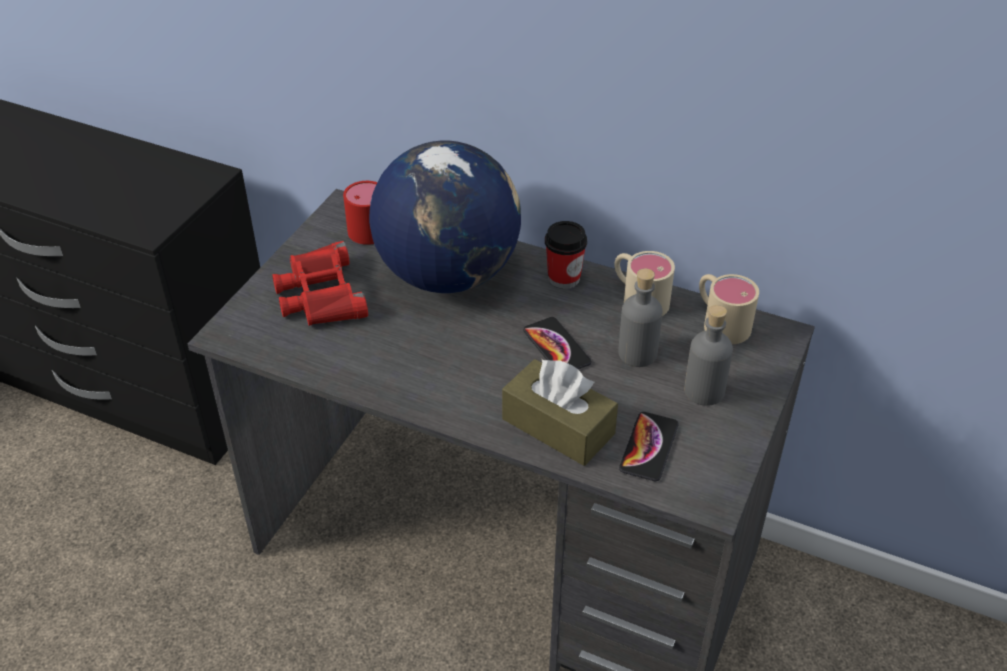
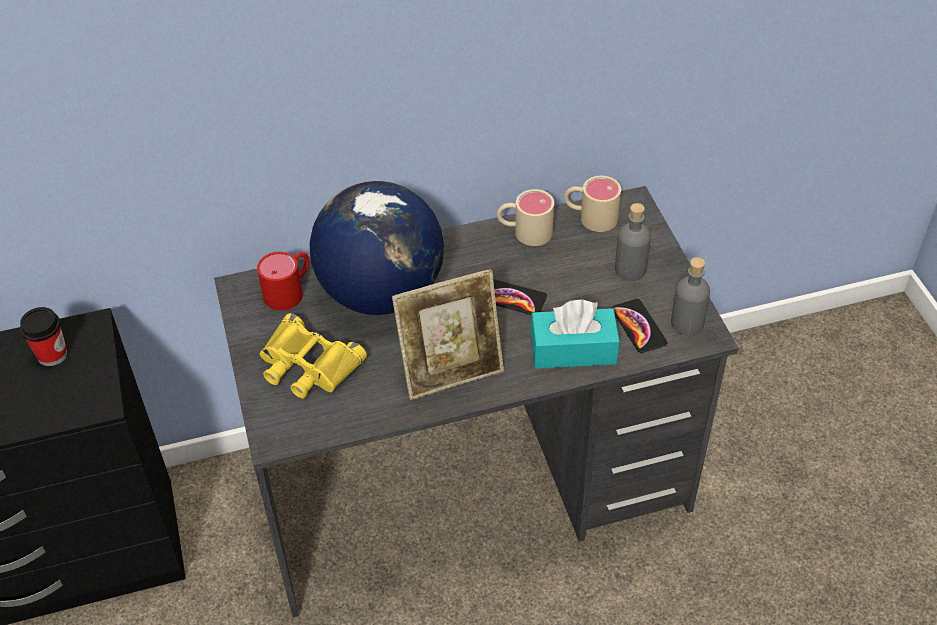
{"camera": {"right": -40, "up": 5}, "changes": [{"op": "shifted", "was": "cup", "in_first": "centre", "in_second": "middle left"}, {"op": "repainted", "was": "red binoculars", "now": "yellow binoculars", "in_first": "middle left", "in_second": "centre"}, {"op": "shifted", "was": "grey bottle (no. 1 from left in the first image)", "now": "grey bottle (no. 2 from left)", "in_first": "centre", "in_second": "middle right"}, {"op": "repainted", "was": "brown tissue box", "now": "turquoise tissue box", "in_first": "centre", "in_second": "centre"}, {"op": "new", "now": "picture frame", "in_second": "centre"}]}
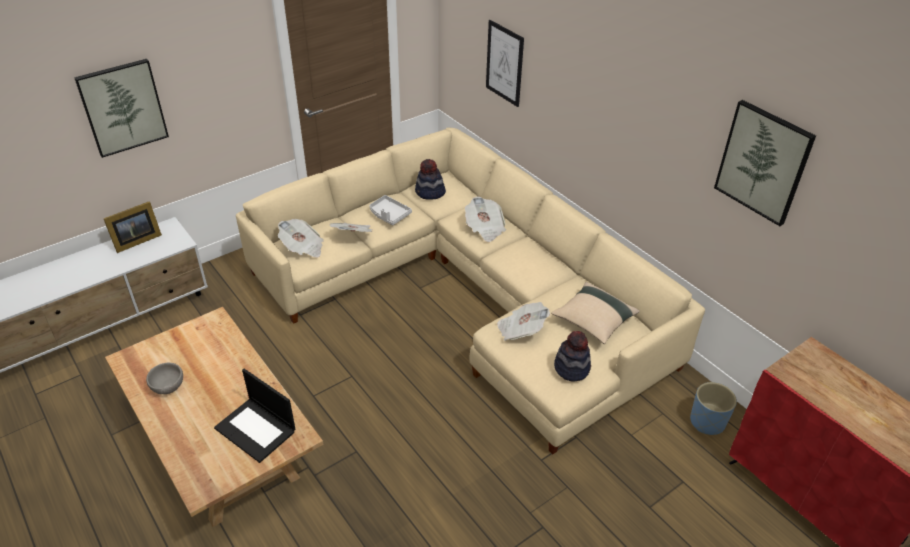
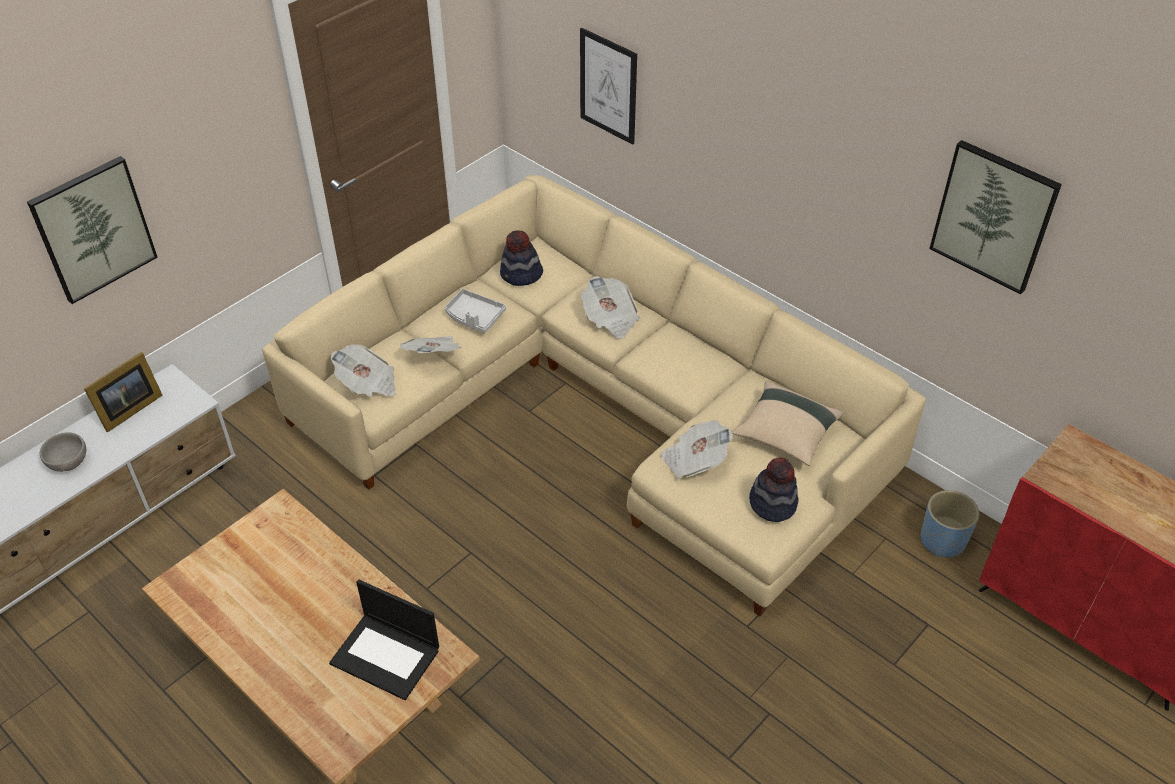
{"camera": {"right": -10, "up": 5}, "changes": [{"op": "shifted", "was": "grey bowl", "in_first": "bottom left", "in_second": "middle left"}]}
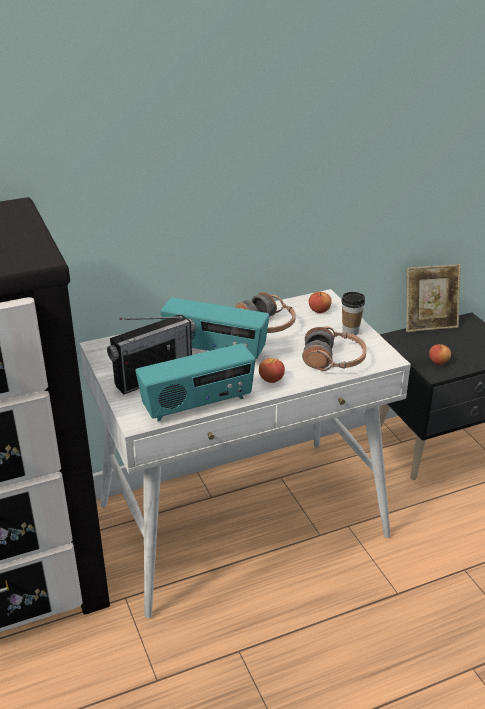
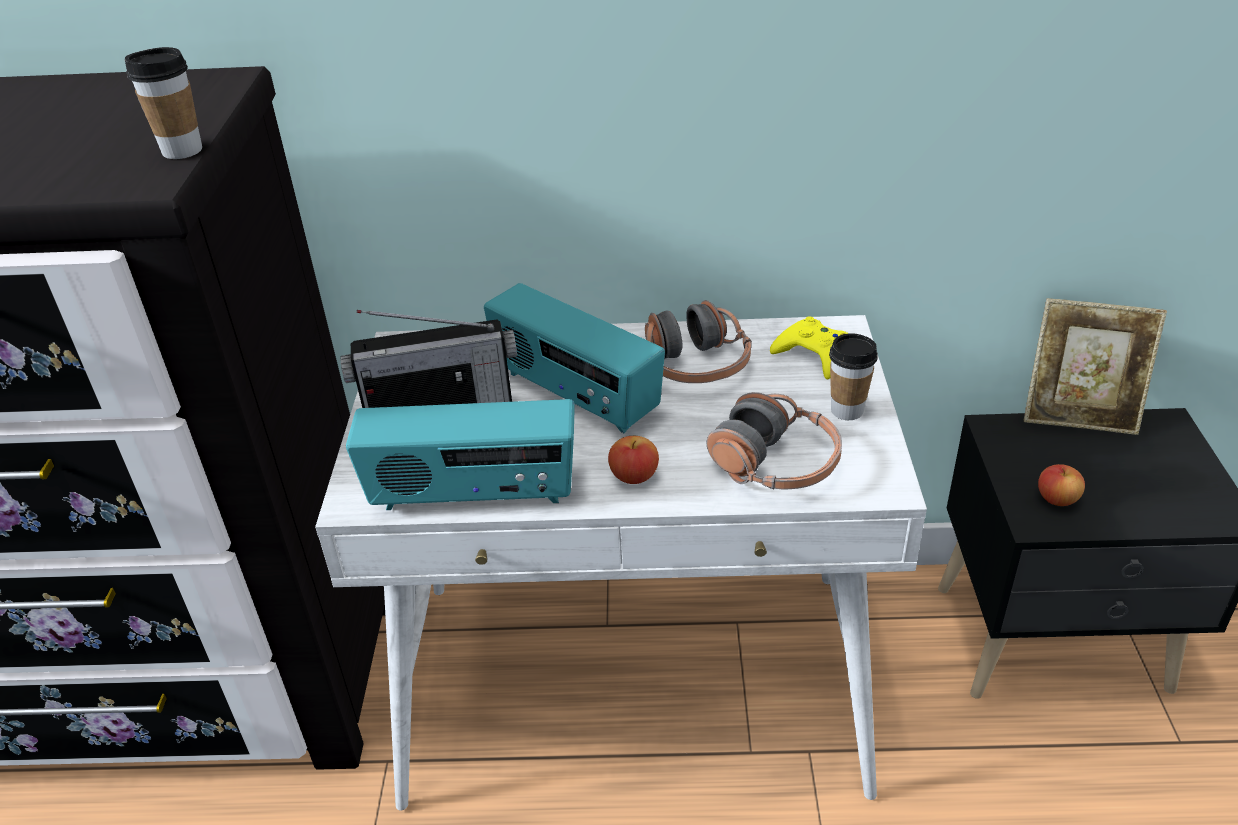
{"camera": {"right": 25, "up": 5}, "changes": [{"op": "swapped", "was": "apple (no. 2 from left)", "now": "yellow game controller", "in_first": "centre", "in_second": "centre"}, {"op": "new", "now": "cup (no. 1 from left)", "in_second": "top left"}]}
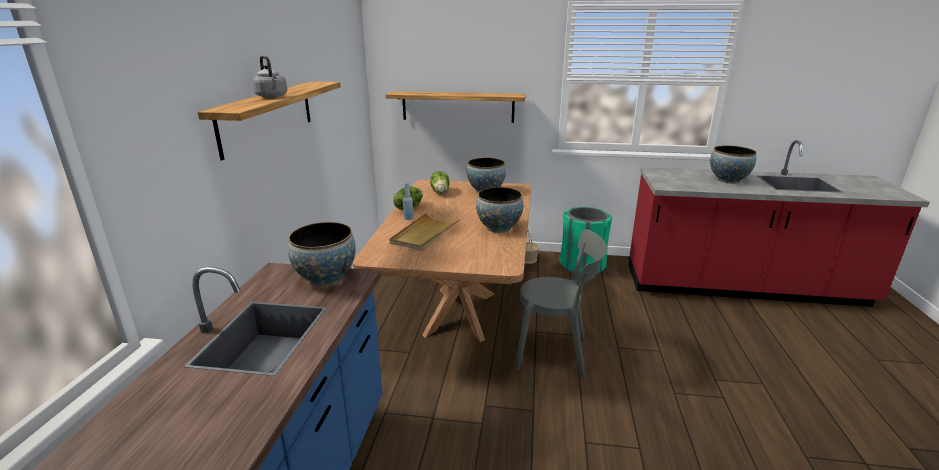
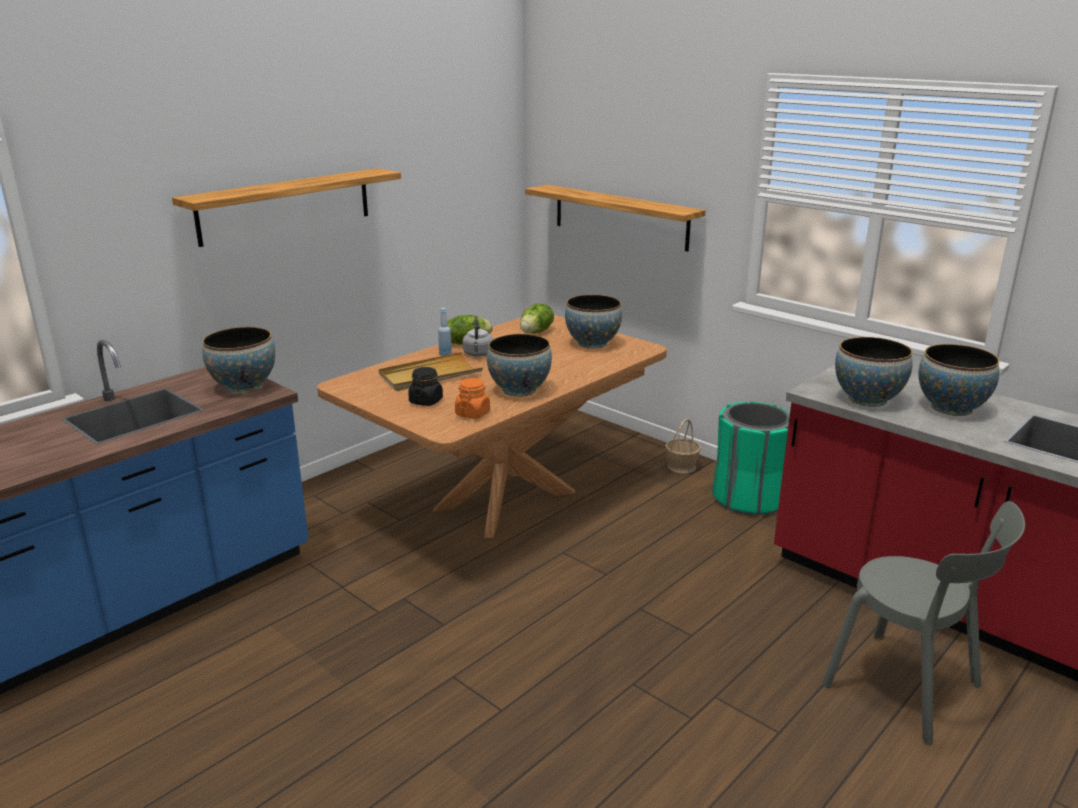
{"camera": {"right": 35, "up": 0}, "changes": [{"op": "shifted", "was": "grey kettle", "in_first": "top left", "in_second": "centre"}, {"op": "shifted", "was": "grey chair", "in_first": "centre", "in_second": "bottom right"}, {"op": "new", "now": "bowl (no. 4 from left)", "in_second": "middle right"}, {"op": "new", "now": "black jar", "in_second": "centre"}, {"op": "new", "now": "orange jar", "in_second": "centre"}]}
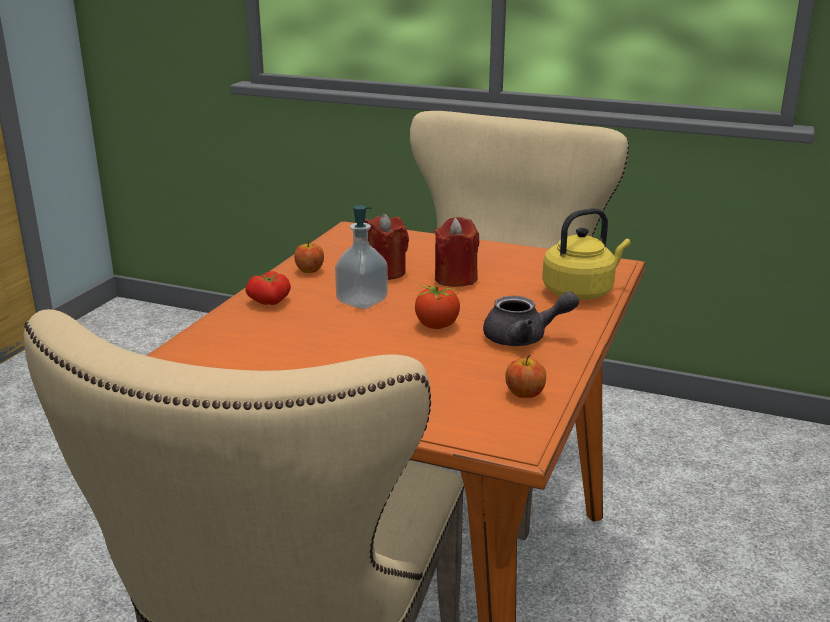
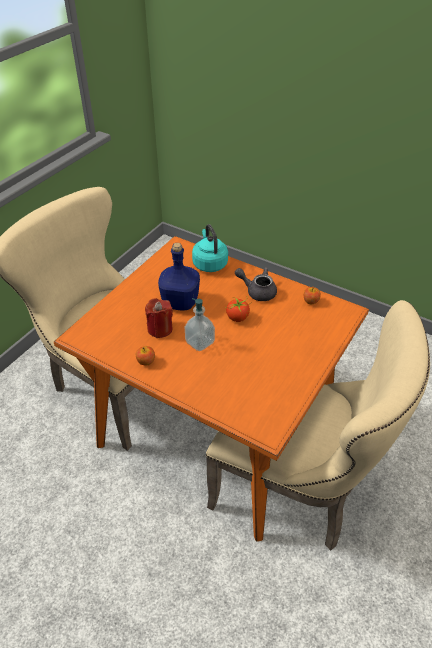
{"camera": {"right": -80, "up": 20}, "changes": [{"op": "repainted", "was": "yellow kettle", "now": "turquoise kettle", "in_first": "middle right", "in_second": "centre"}, {"op": "swapped", "was": "red candle (no. 2 from left)", "now": "blue bottle", "in_first": "centre", "in_second": "centre"}, {"op": "gone", "was": "tomato (no. 1 from left)", "in_first": "middle left"}, {"op": "rotated", "was": "grey teapot", "in_first": "centre", "in_second": "centre", "clockwise": -75}]}
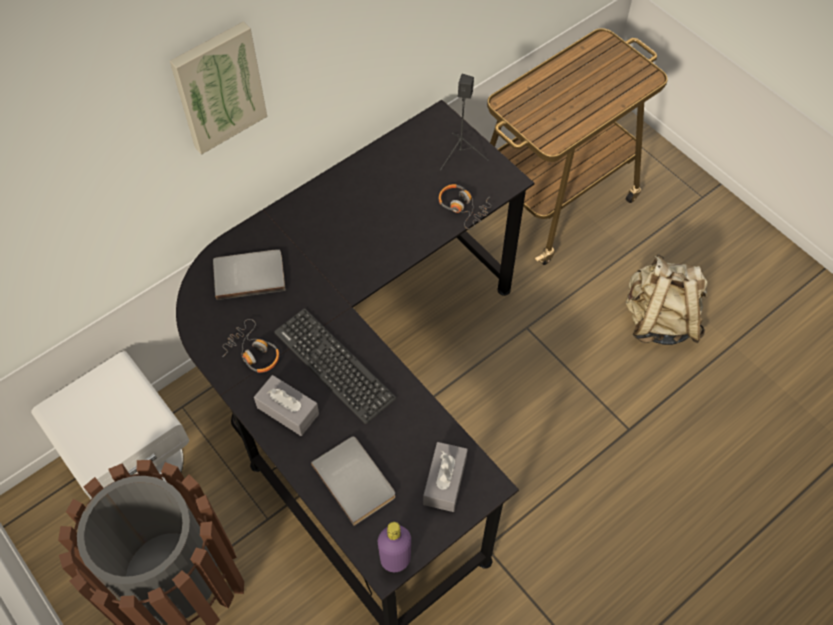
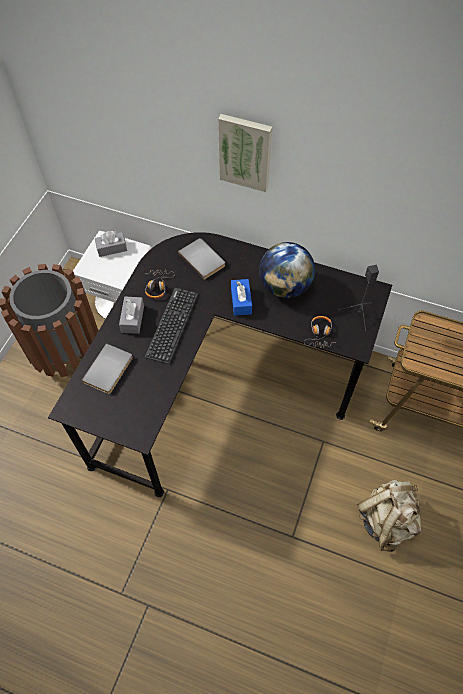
{"camera": {"right": 60, "up": 0}, "changes": [{"op": "shifted", "was": "grey tissue box (no. 2 from left in the first image)", "now": "grey tissue box (no. 1 from left)", "in_first": "bottom centre", "in_second": "middle left"}, {"op": "gone", "was": "purple bottle", "in_first": "bottom centre"}, {"op": "new", "now": "globe", "in_second": "centre"}, {"op": "new", "now": "blue tissue box", "in_second": "centre"}]}
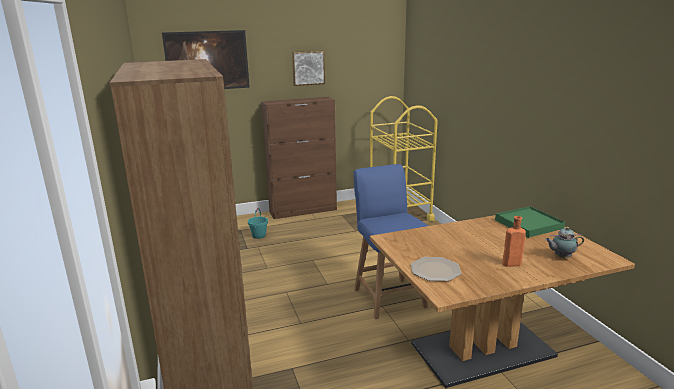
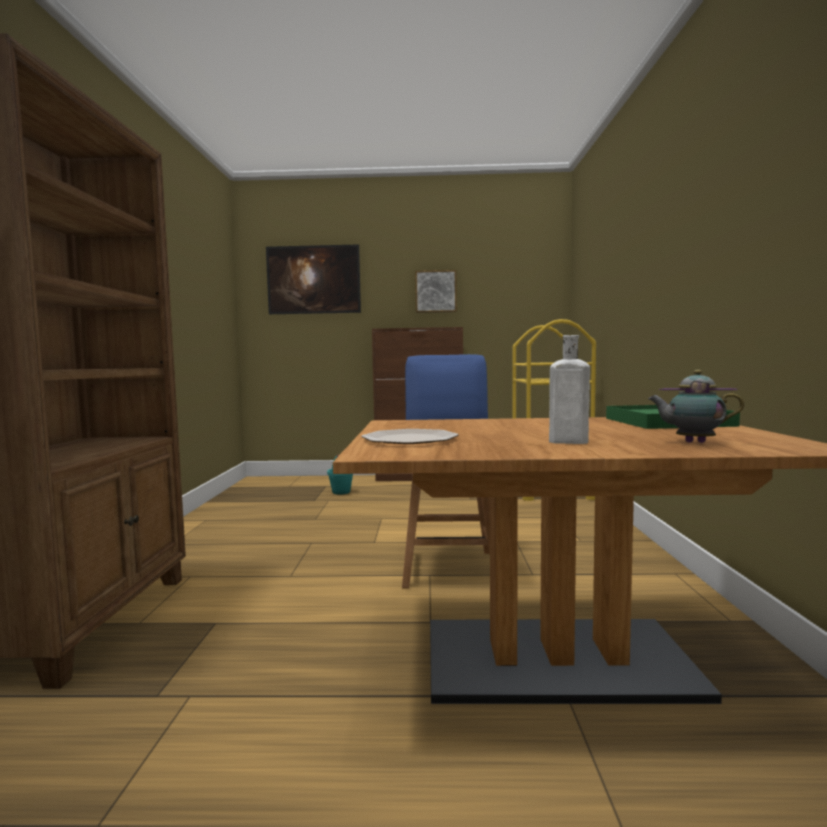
{"camera": {"right": 20, "up": -15}, "changes": [{"op": "repainted", "was": "orange bottle", "now": "white bottle", "in_first": "middle right", "in_second": "middle right"}]}
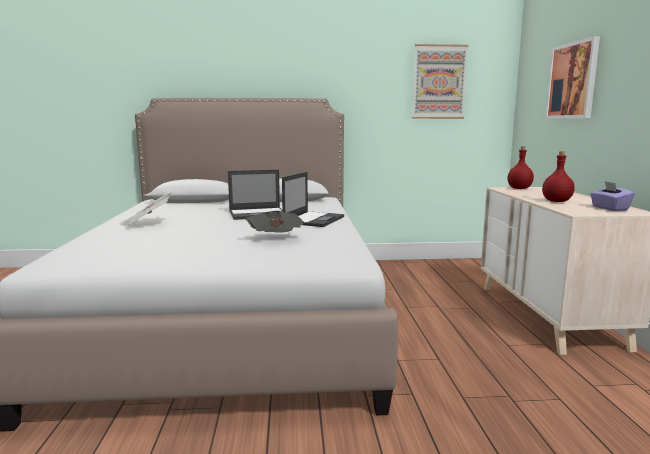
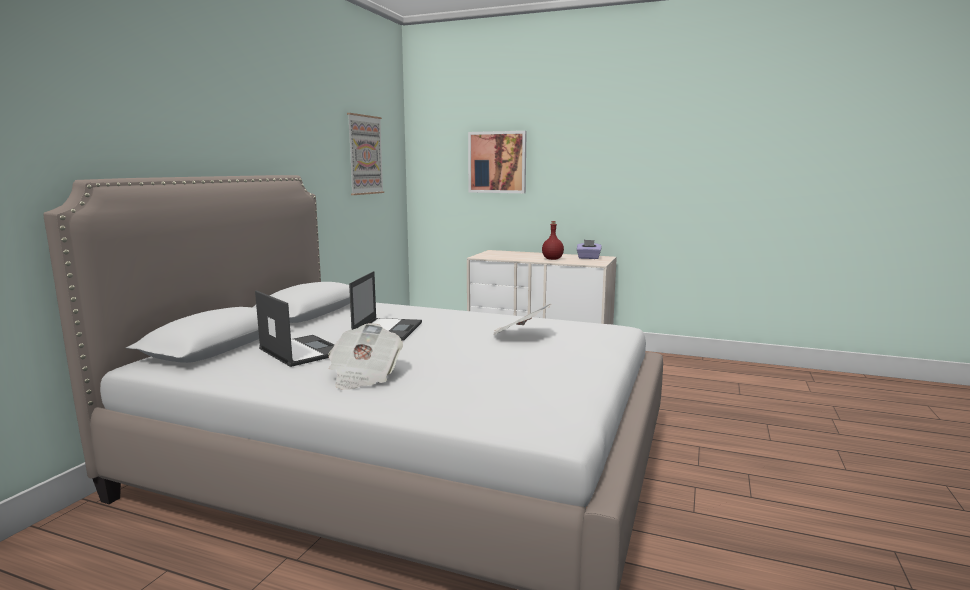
{"camera": {"right": -65, "up": 0}, "changes": [{"op": "gone", "was": "red bottle (no. 1 from left)", "in_first": "middle right"}, {"op": "shifted", "was": "laptop (no. 2 from left in the first image)", "now": "laptop (no. 1 from left)", "in_first": "centre", "in_second": "middle left"}]}
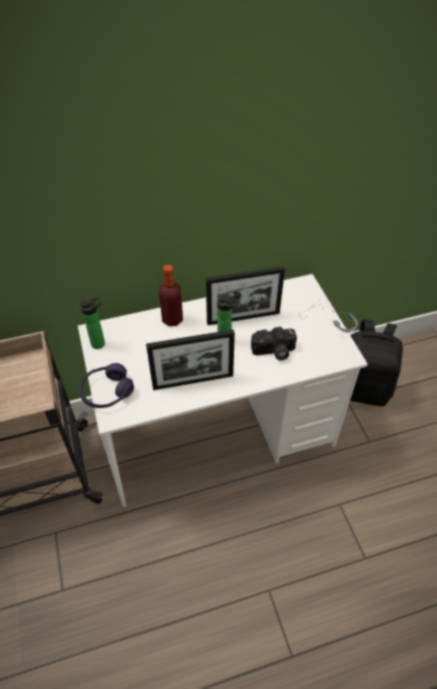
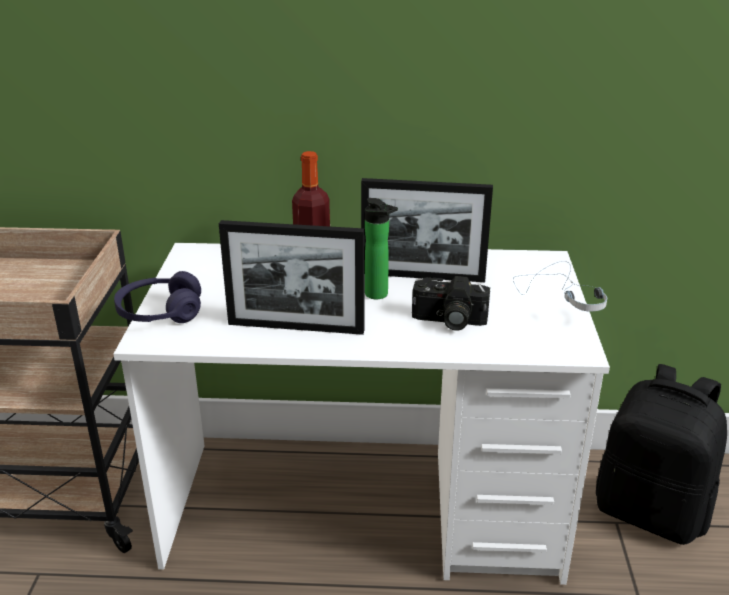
{"camera": {"right": 20, "up": -20}, "changes": [{"op": "gone", "was": "bottle (no. 1 from left)", "in_first": "middle left"}]}
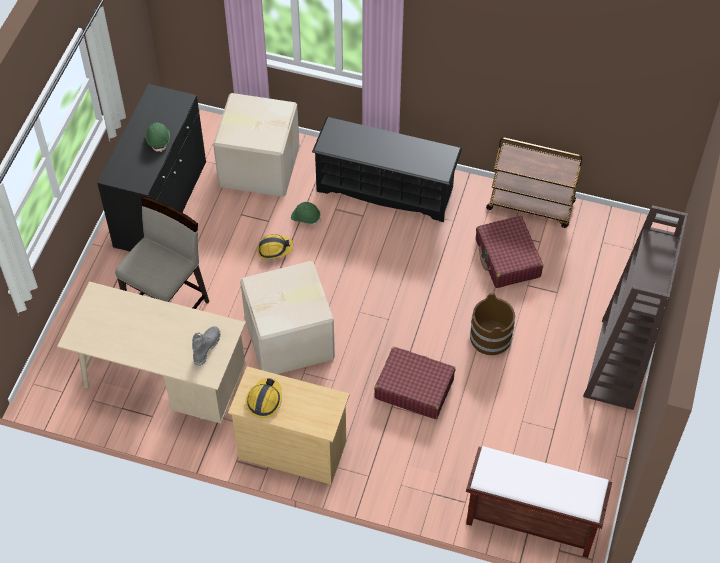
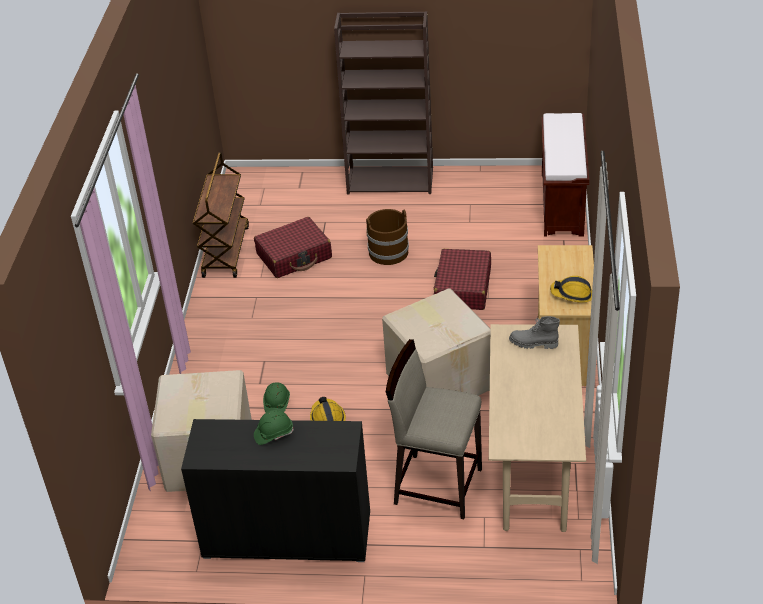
{"camera": {"right": -100, "up": -15}, "changes": [{"op": "gone", "was": "black shoe rack", "in_first": "top centre"}]}
